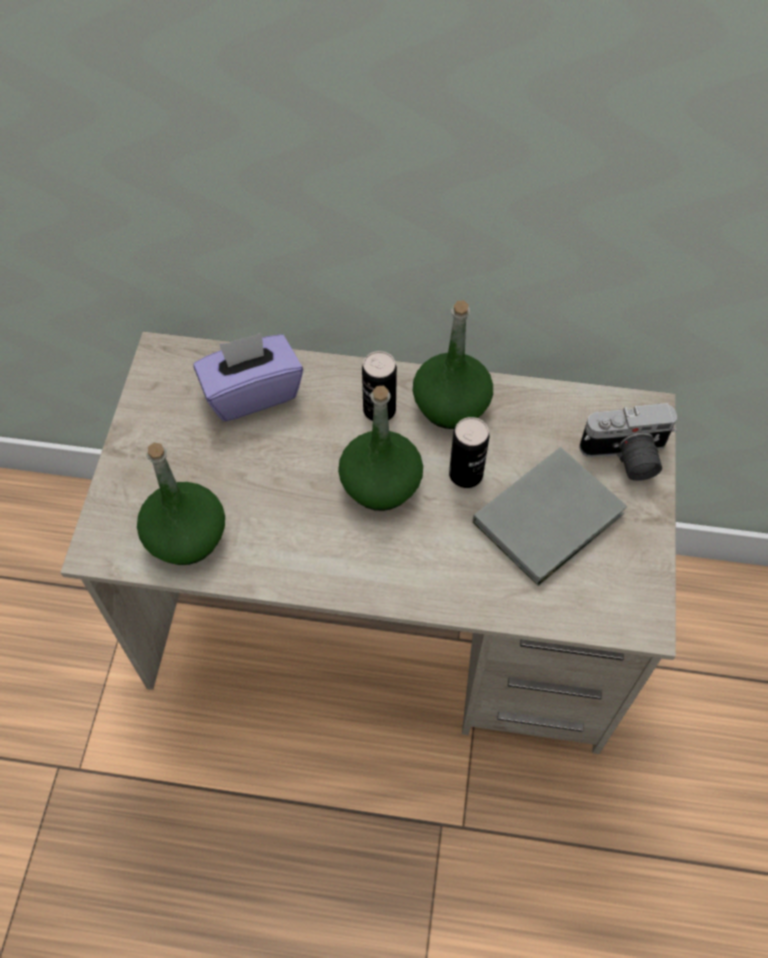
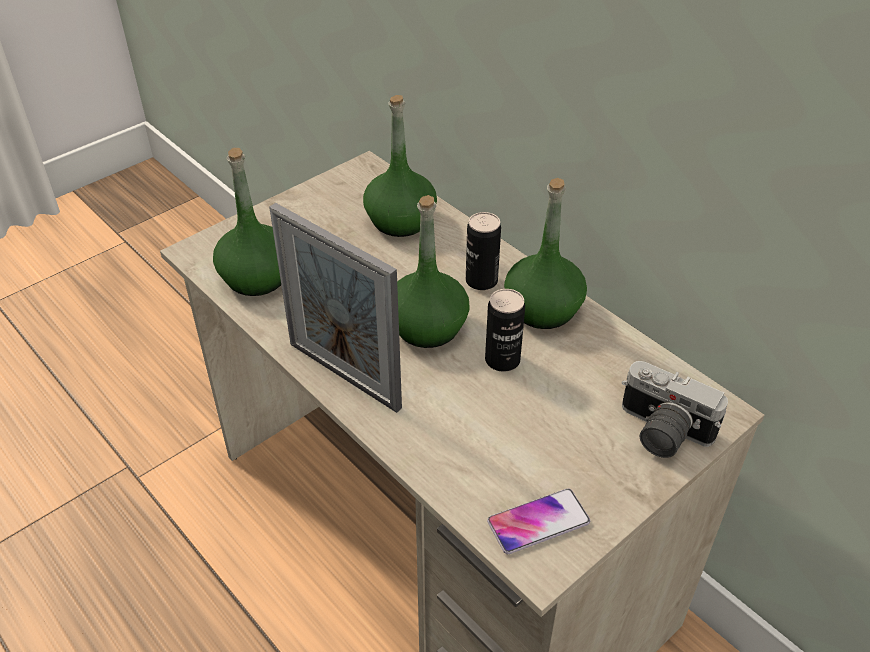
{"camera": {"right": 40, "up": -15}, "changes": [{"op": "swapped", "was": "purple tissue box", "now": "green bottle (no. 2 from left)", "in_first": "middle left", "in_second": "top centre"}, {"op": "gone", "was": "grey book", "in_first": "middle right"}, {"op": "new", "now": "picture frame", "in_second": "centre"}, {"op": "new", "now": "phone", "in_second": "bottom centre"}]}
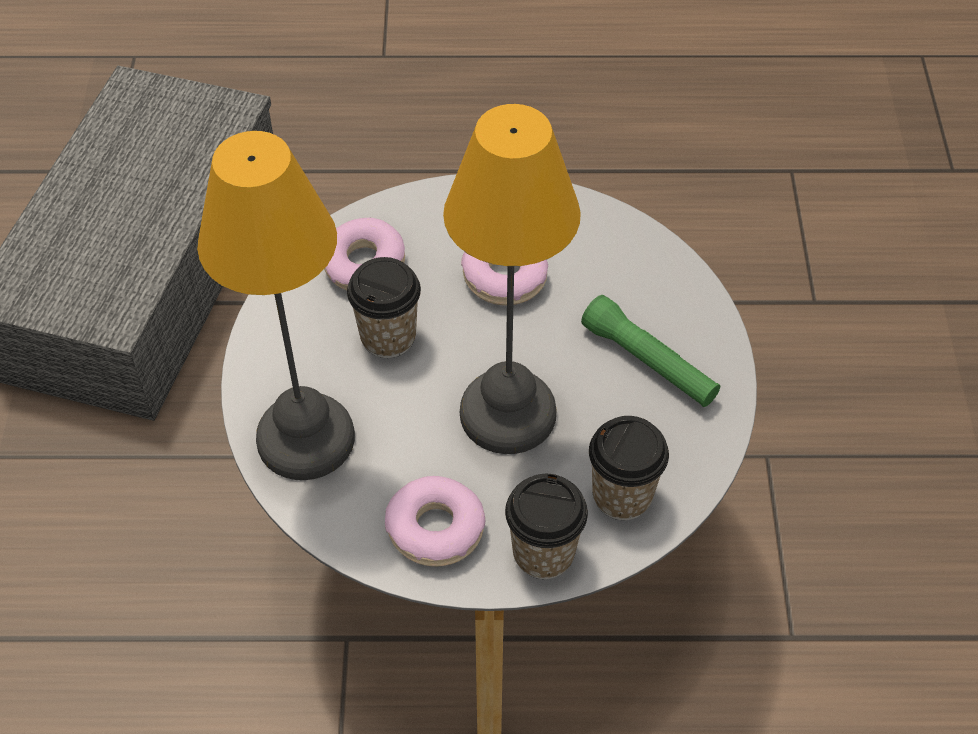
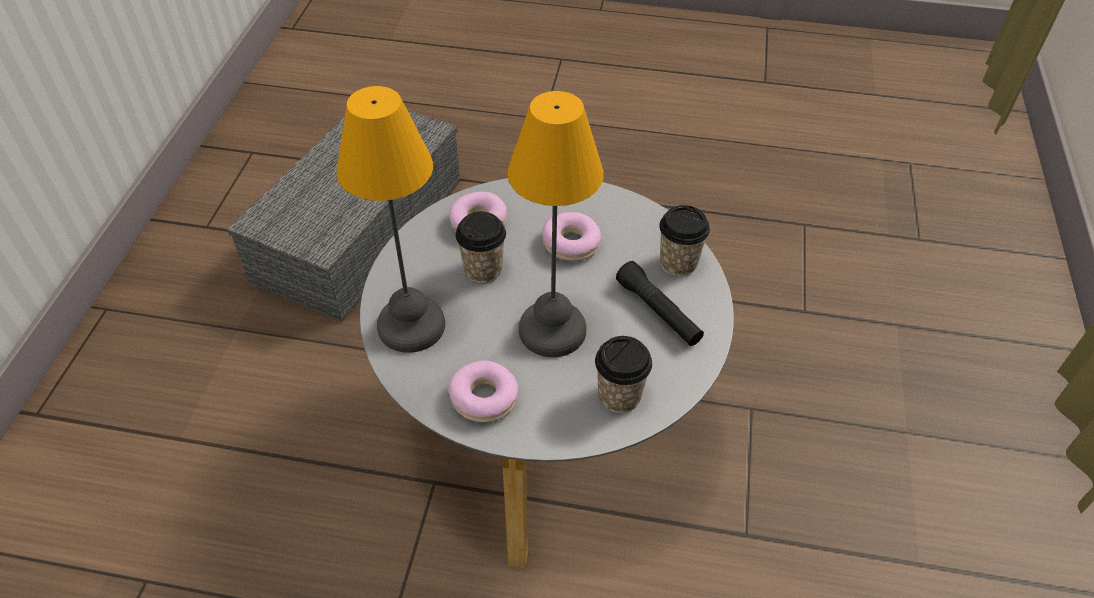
{"camera": {"right": 10, "up": -5}, "changes": [{"op": "repainted", "was": "green flashlight", "now": "black flashlight", "in_first": "centre", "in_second": "centre"}, {"op": "shifted", "was": "cup (no. 2 from left in the first image)", "now": "cup (no. 3 from left)", "in_first": "bottom centre", "in_second": "centre"}]}
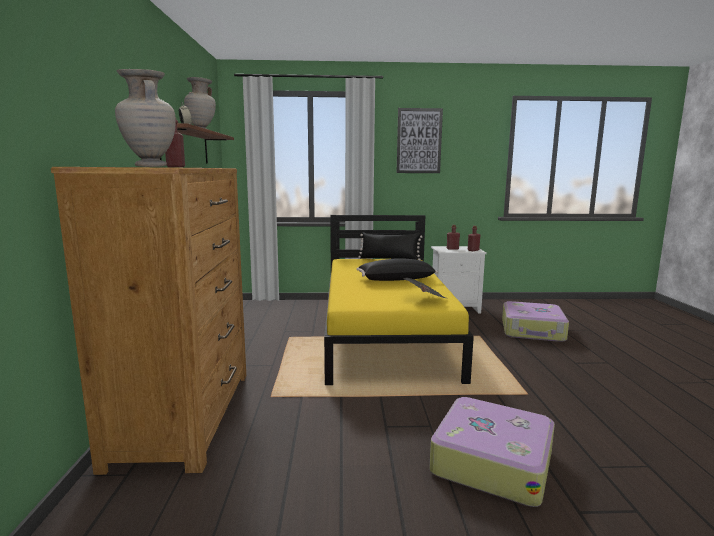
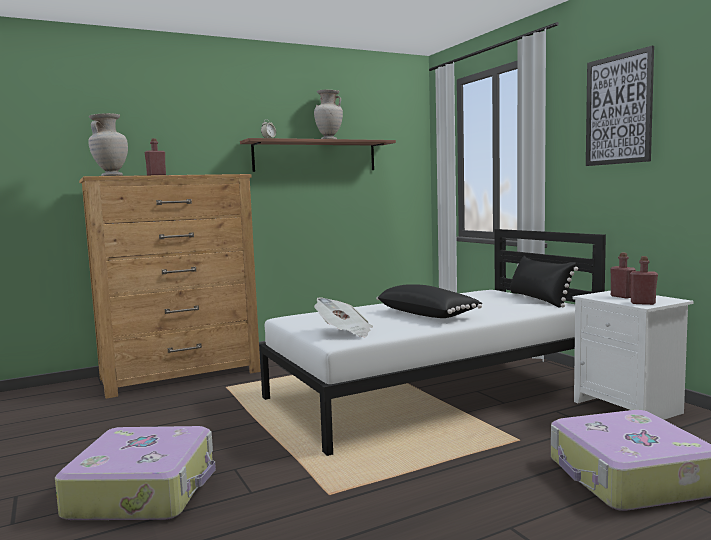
{"camera": {"right": 65, "up": -5}, "changes": [{"op": "repainted", "was": "yellow bed", "now": "white bed", "in_first": "centre", "in_second": "centre"}]}
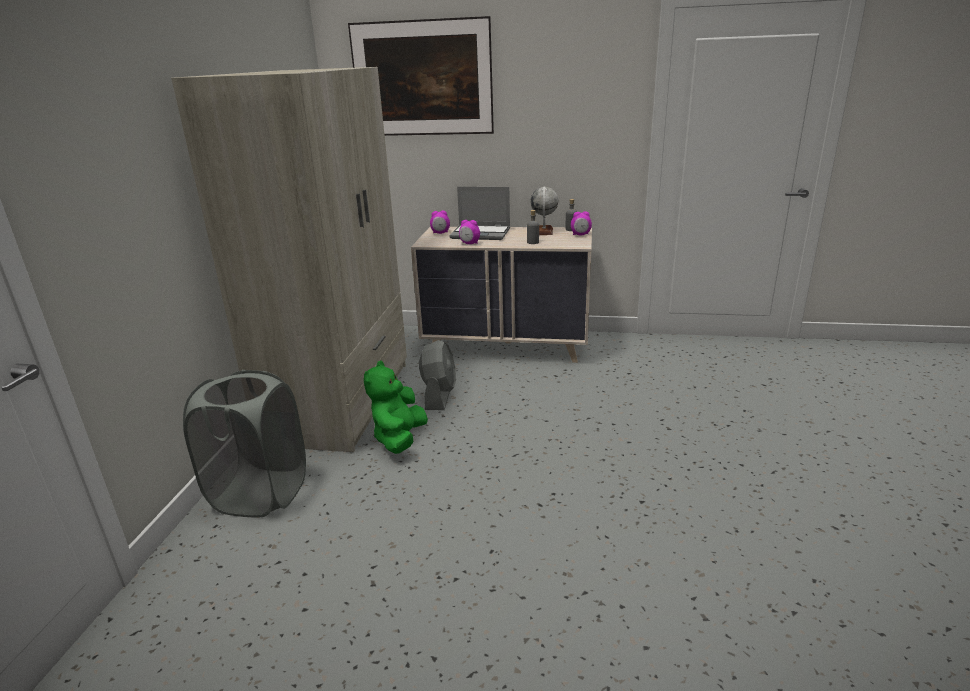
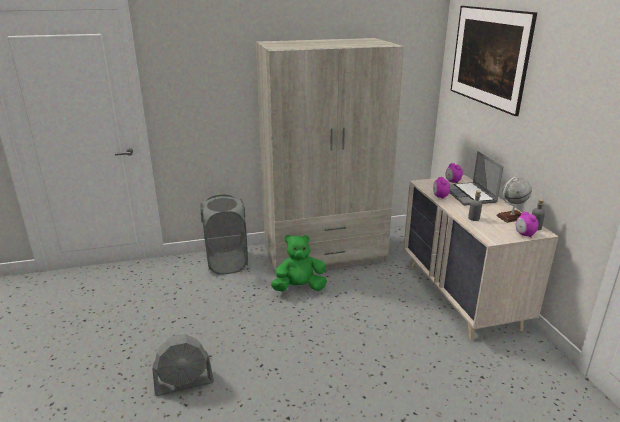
{"camera": {"right": 65, "up": 0}, "changes": [{"op": "shifted", "was": "grey fan", "in_first": "centre", "in_second": "bottom left"}]}
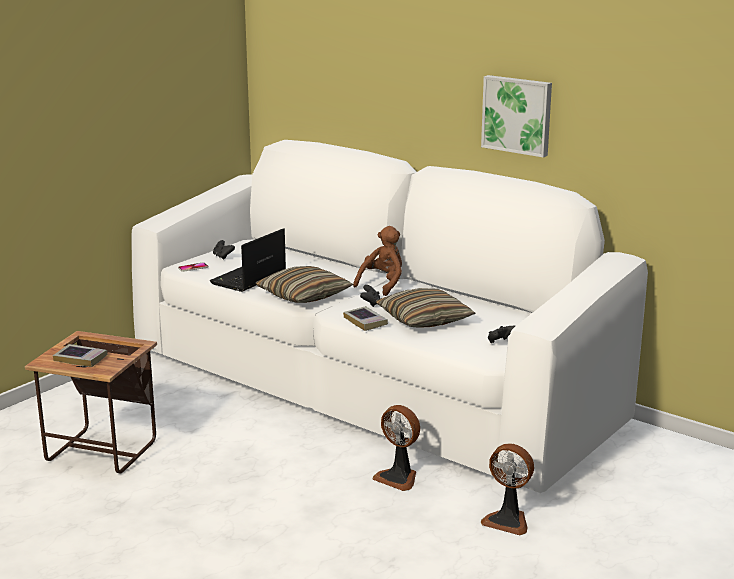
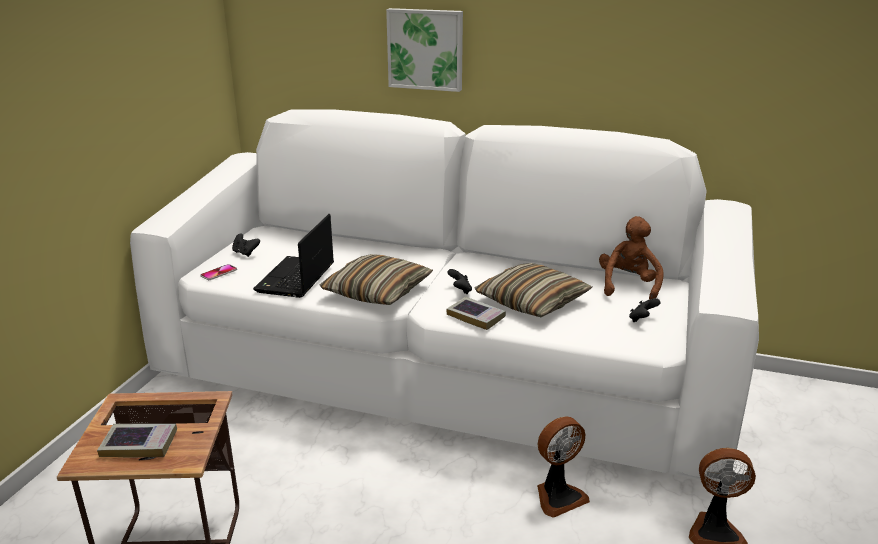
{"camera": {"right": -20, "up": 5}, "changes": [{"op": "shifted", "was": "picture", "in_first": "top right", "in_second": "top centre"}, {"op": "shifted", "was": "brown plush toy", "in_first": "centre", "in_second": "middle right"}, {"op": "rotated", "was": "fan (no. 1 from left)", "in_first": "bottom centre", "in_second": "bottom centre", "clockwise": -45}]}
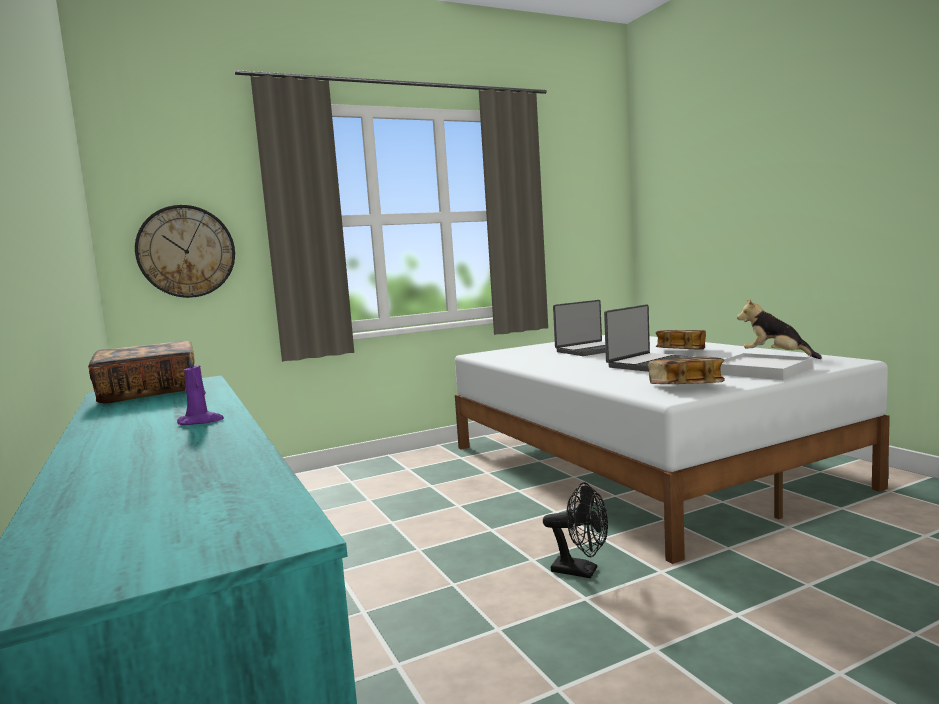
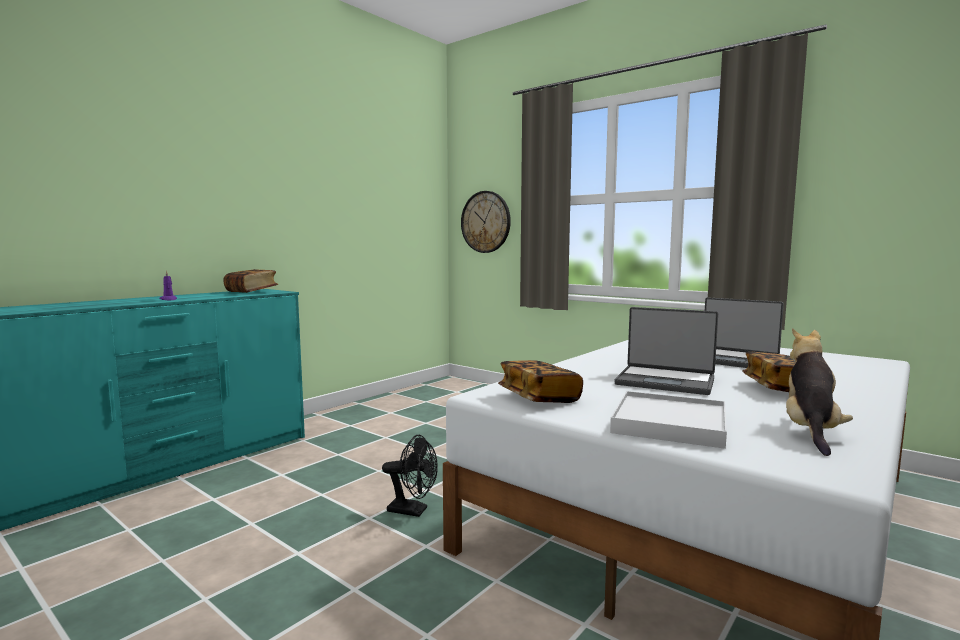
{"camera": {"right": 65, "up": 0}, "changes": [{"op": "rotated", "was": "black fan", "in_first": "bottom centre", "in_second": "bottom centre", "clockwise": -75}]}
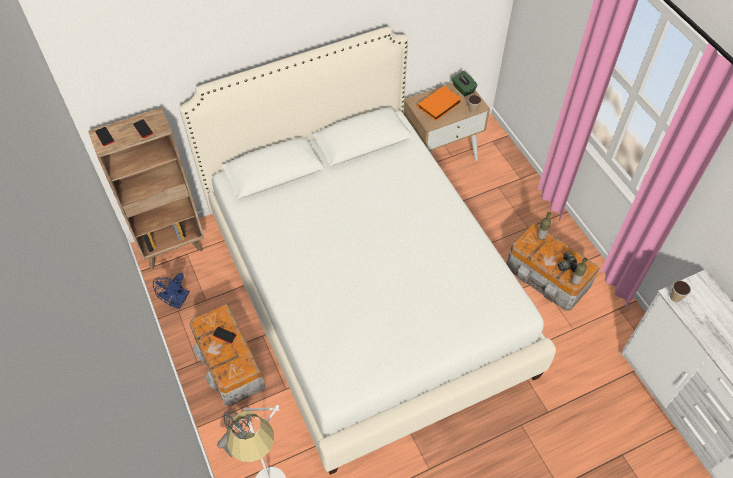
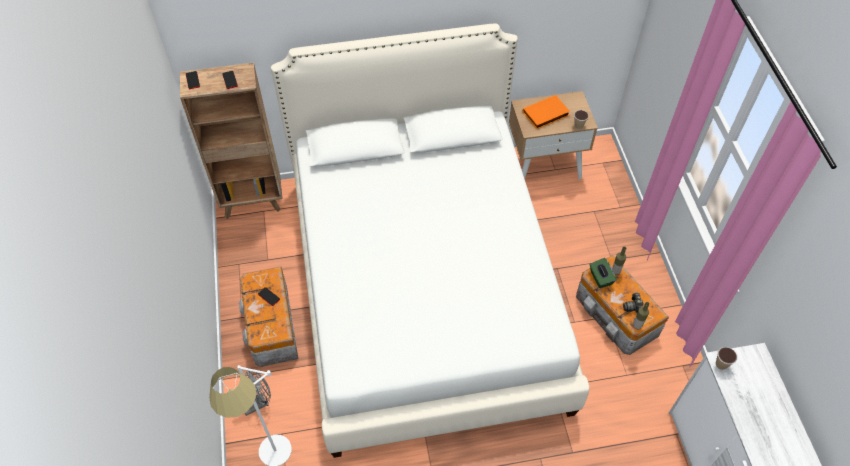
{"camera": {"right": 15, "up": 0}, "changes": [{"op": "shifted", "was": "green tissue box", "in_first": "top centre", "in_second": "middle right"}, {"op": "gone", "was": "blue fan", "in_first": "middle left"}]}
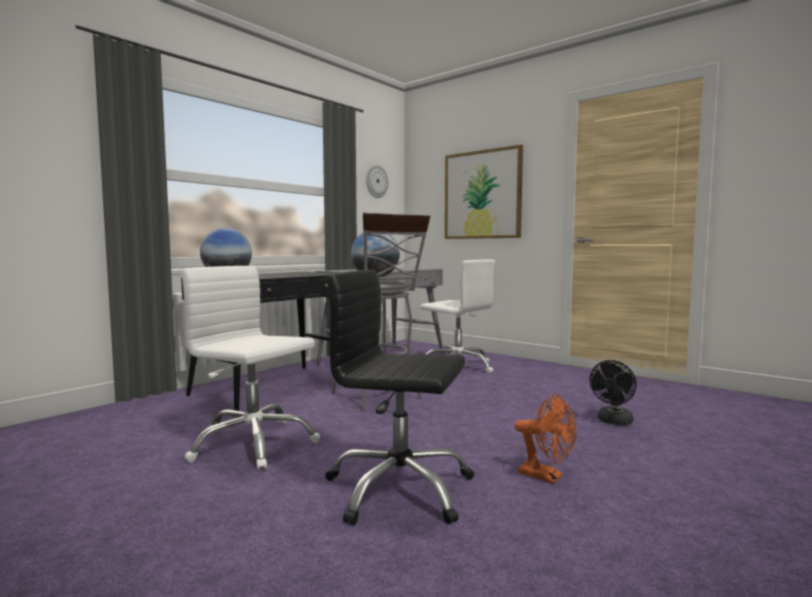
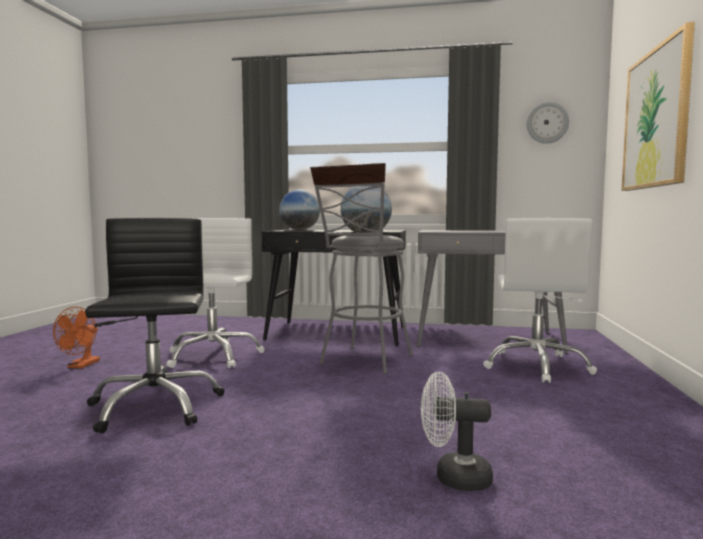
{"camera": {"right": 60, "up": 0}, "changes": [{"op": "repainted", "was": "black fan", "now": "white fan", "in_first": "middle right", "in_second": "bottom centre"}, {"op": "shifted", "was": "orange fan", "in_first": "bottom right", "in_second": "middle left"}]}
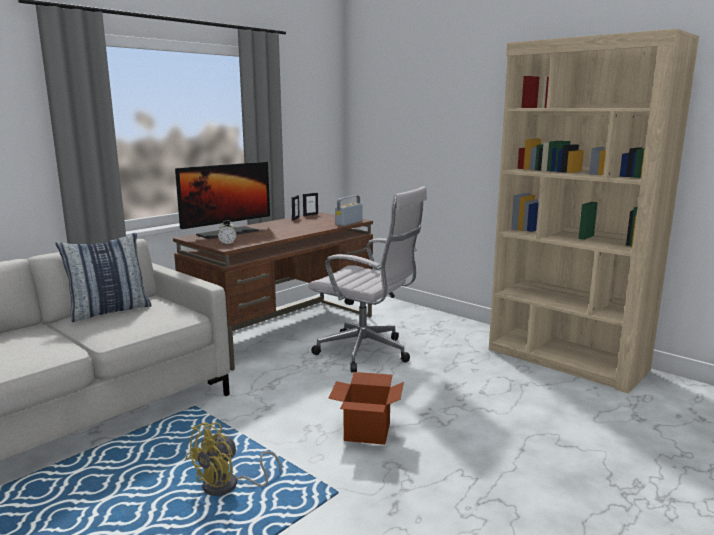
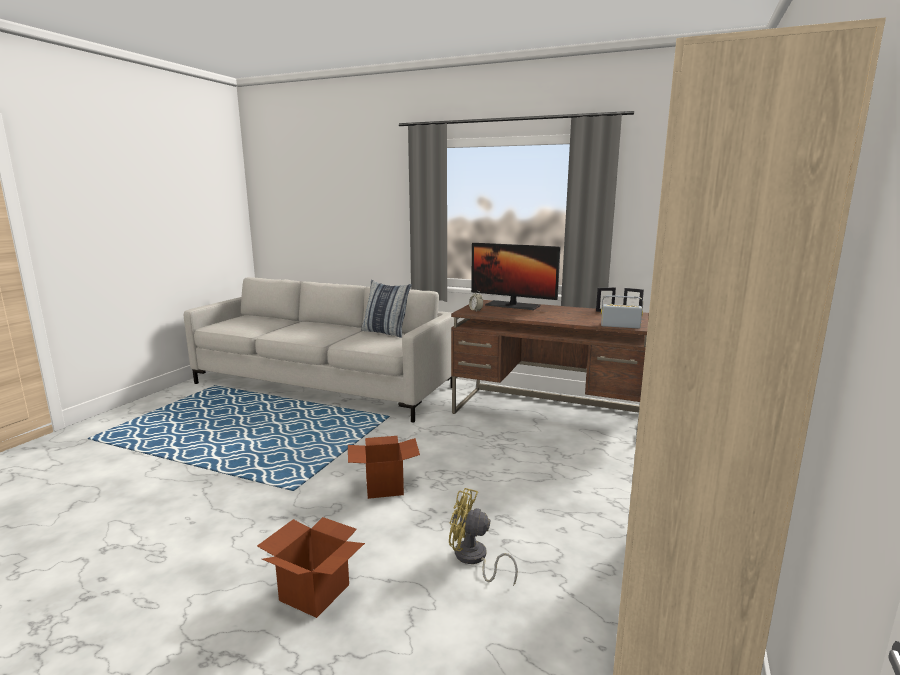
{"camera": {"right": 70, "up": 0}, "changes": [{"op": "gone", "was": "white office chair", "in_first": "centre"}, {"op": "shifted", "was": "yellow fan", "in_first": "bottom left", "in_second": "bottom centre"}, {"op": "new", "now": "cardboard box (no. 1 from left)", "in_second": "bottom centre"}]}
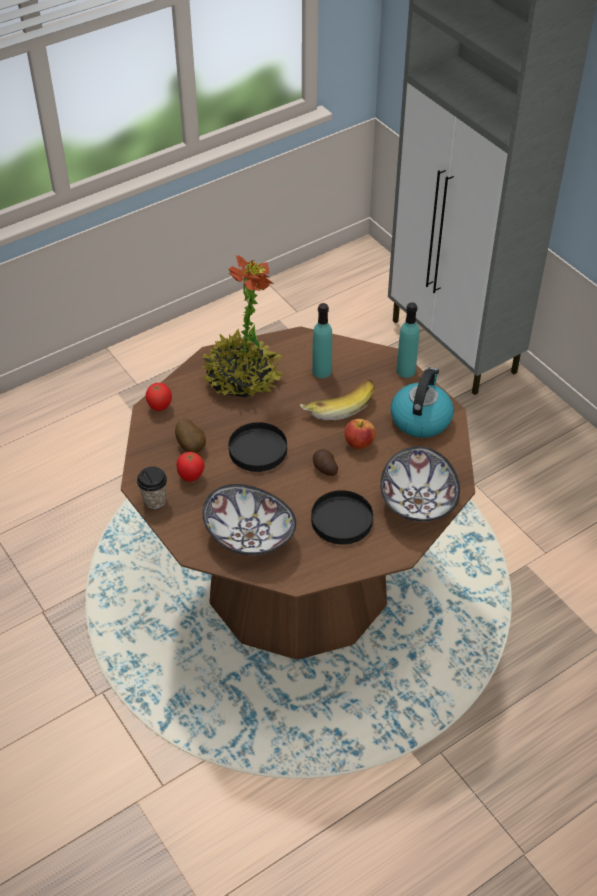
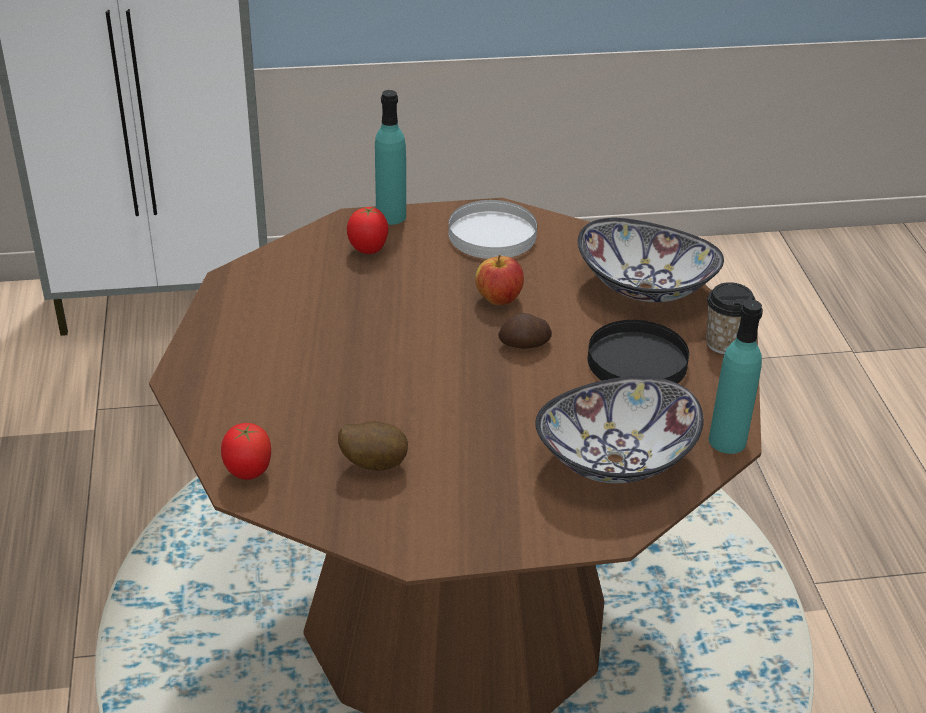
{"camera": {"right": -65, "up": -10}, "changes": [{"op": "gone", "was": "potted plant", "in_first": "centre"}, {"op": "shifted", "was": "turquoise bottle (no. 1 from left in the first image)", "now": "turquoise bottle (no. 2 from left)", "in_first": "centre", "in_second": "middle right"}, {"op": "swapped", "was": "kettle", "now": "white plate", "in_first": "middle right", "in_second": "top centre"}, {"op": "gone", "was": "banana", "in_first": "centre"}, {"op": "gone", "was": "black plate (no. 1 from left)", "in_first": "centre"}, {"op": "shifted", "was": "tomato (no. 2 from left)", "in_first": "middle left", "in_second": "top centre"}, {"op": "shifted", "was": "cup", "in_first": "middle left", "in_second": "middle right"}]}
